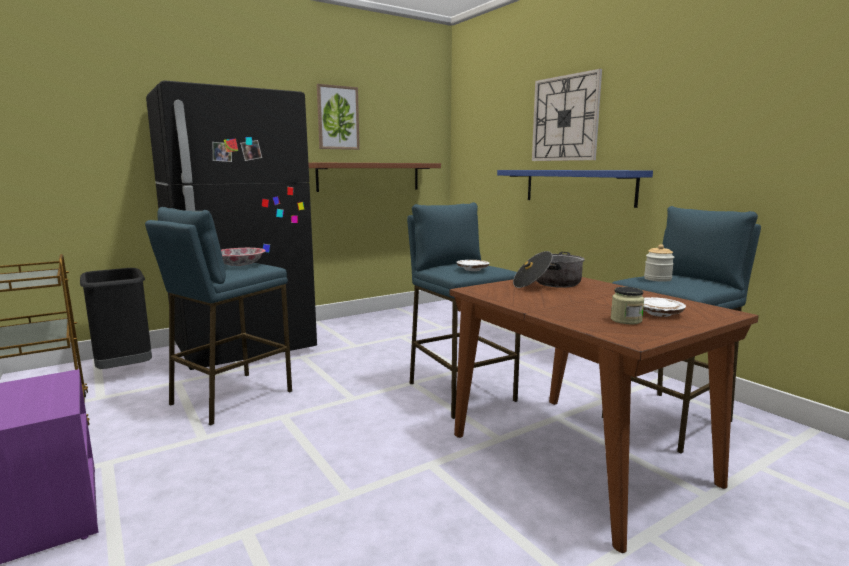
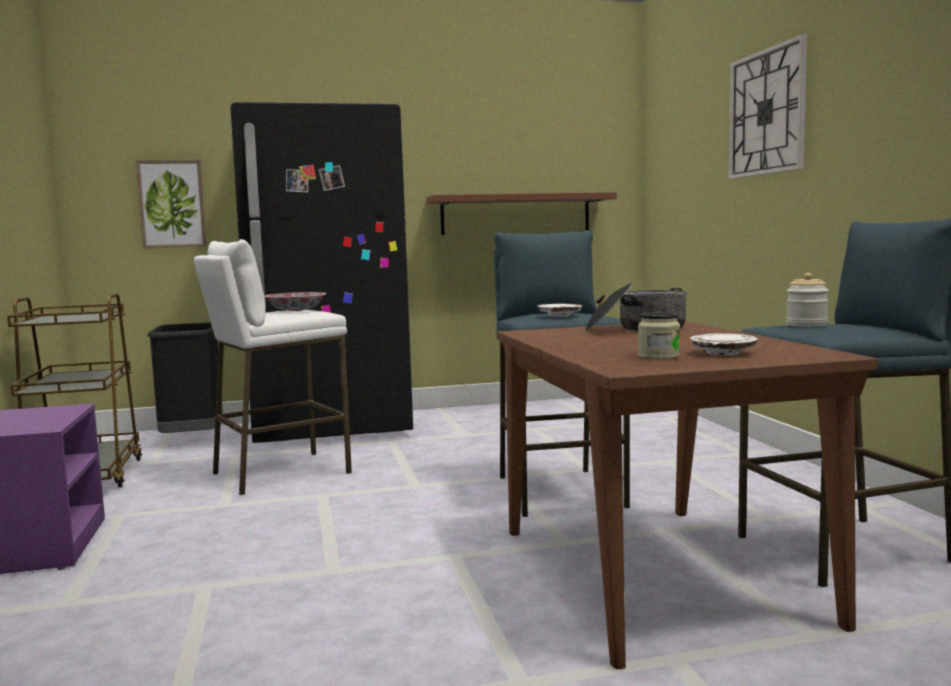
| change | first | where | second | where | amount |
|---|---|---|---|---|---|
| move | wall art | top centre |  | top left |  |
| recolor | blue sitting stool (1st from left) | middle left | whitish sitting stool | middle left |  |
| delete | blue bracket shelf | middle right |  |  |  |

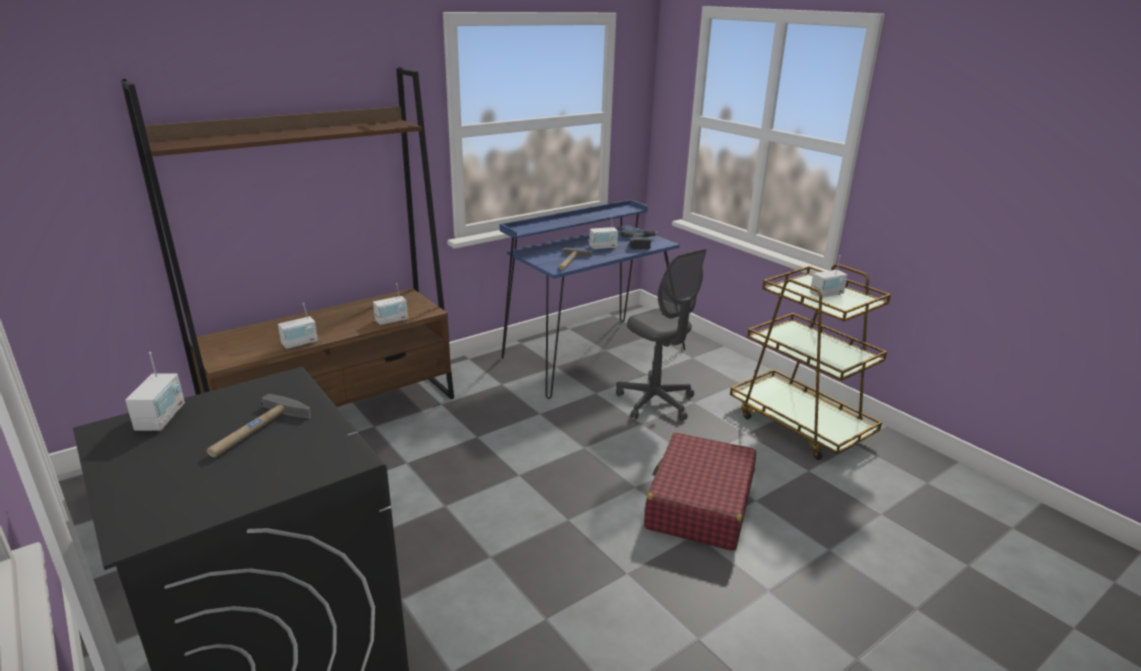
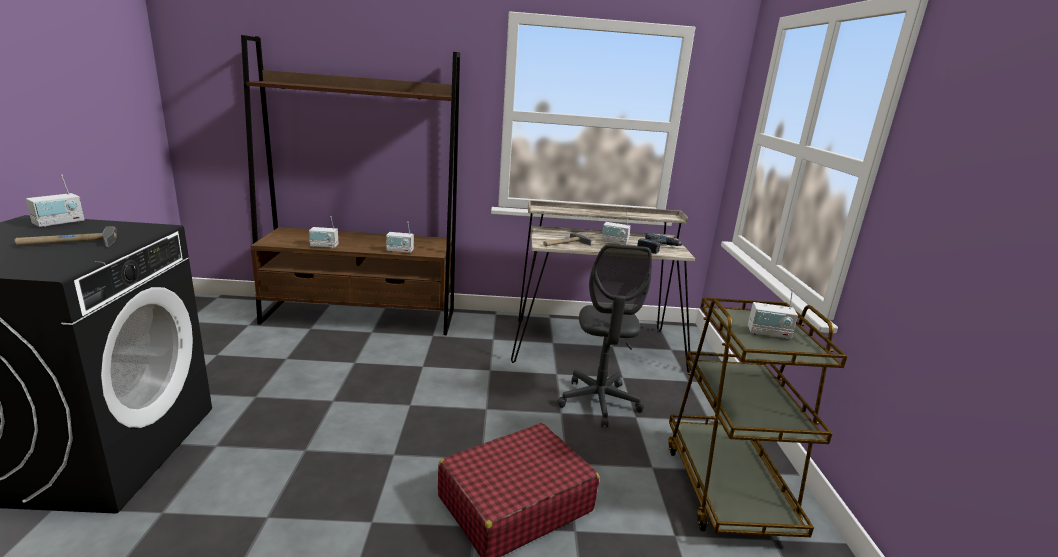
| change | first | where | second | where | amount |
|---|---|---|---|---|---|
| recolor | blue desk unit | centre | beige-coloured desk unit | centre |  |

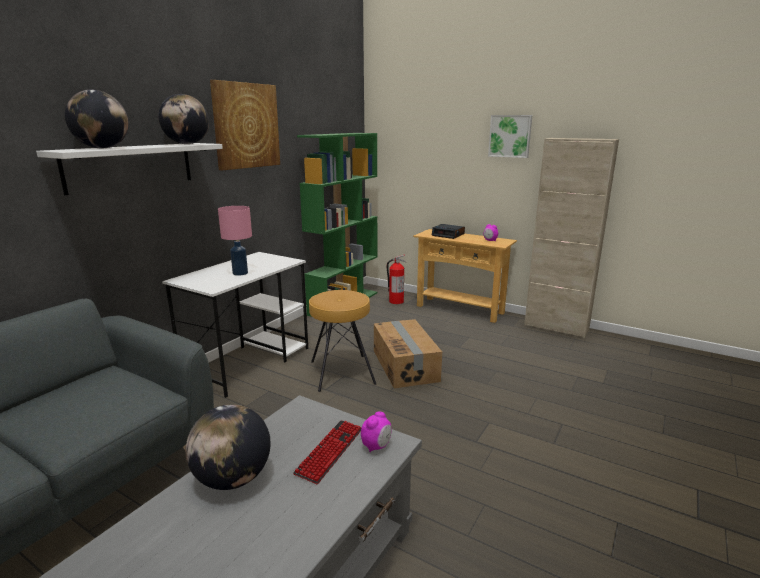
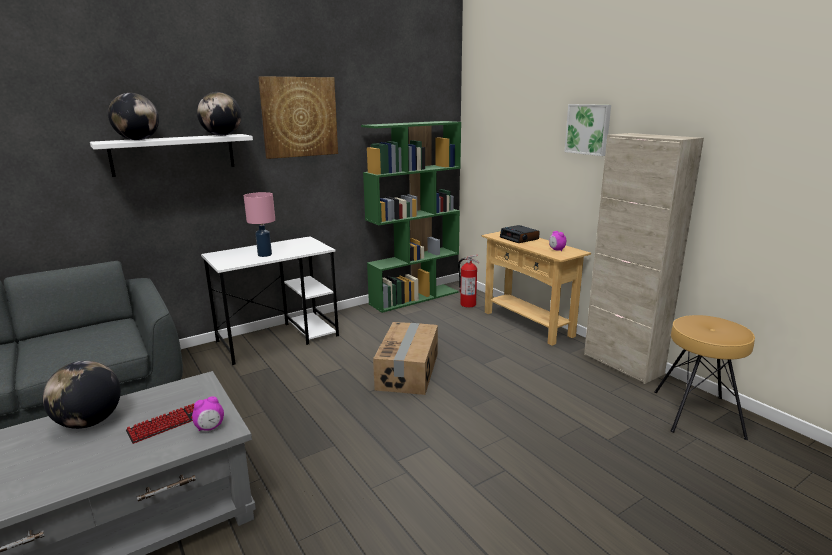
| change | first | where | second | where | amount |
|---|---|---|---|---|---|
| move | brown-coloured sitting stool | centre |  | bottom right |  |

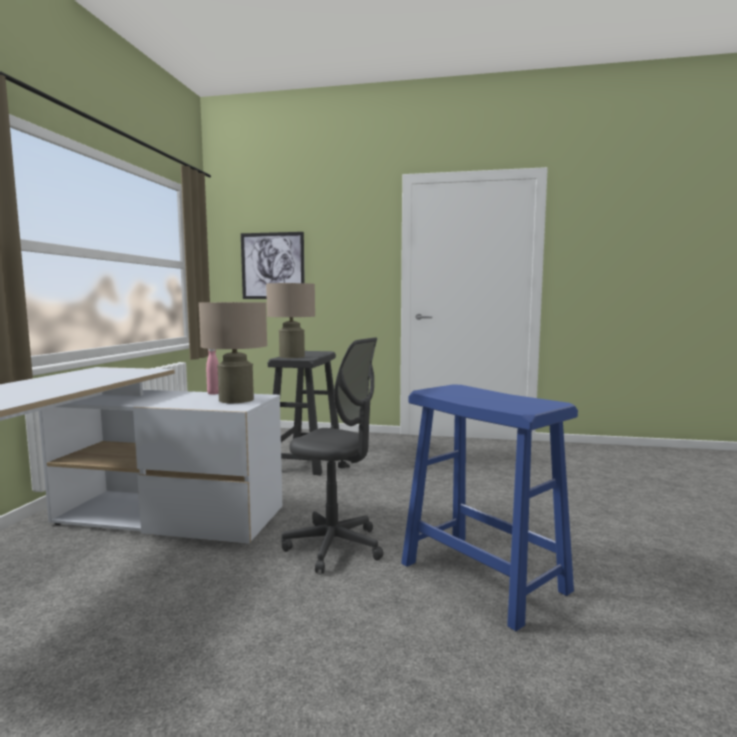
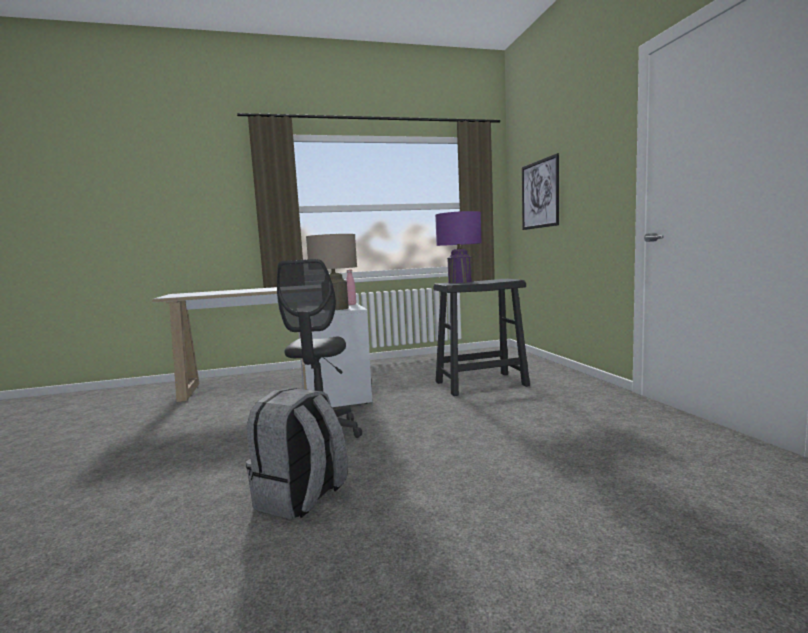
| change | first | where | second | where | amount |
|---|---|---|---|---|---|
| replace | blue sitting stool | bottom centre | greyish backpack | bottom centre |  |
| recolor | beige-coloured lamp for a table (2nd from left) | centre | purplish lamp for a table | centre |  |

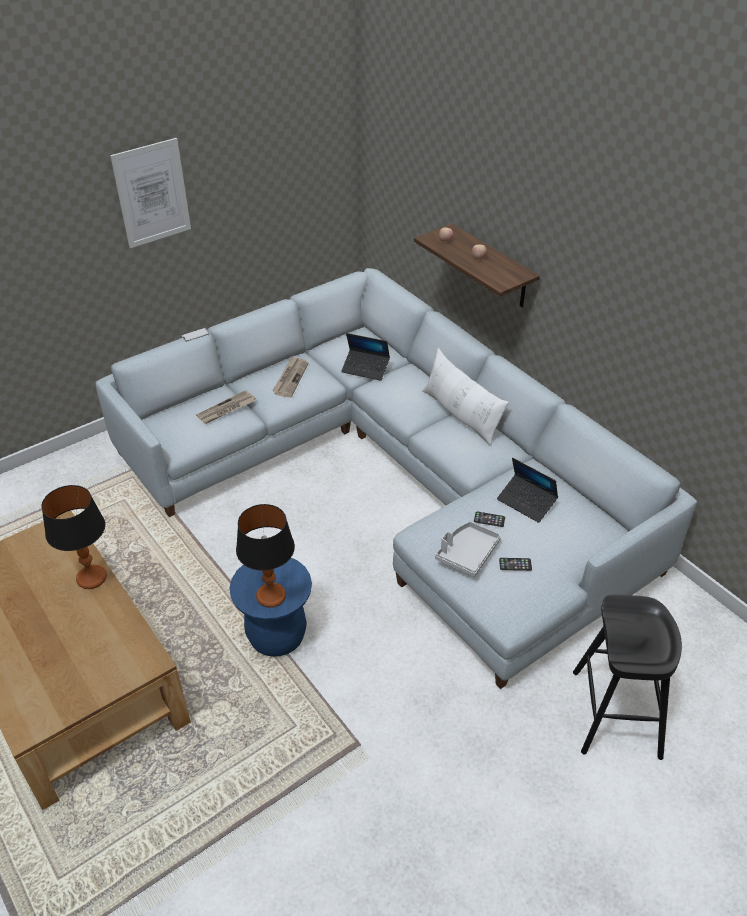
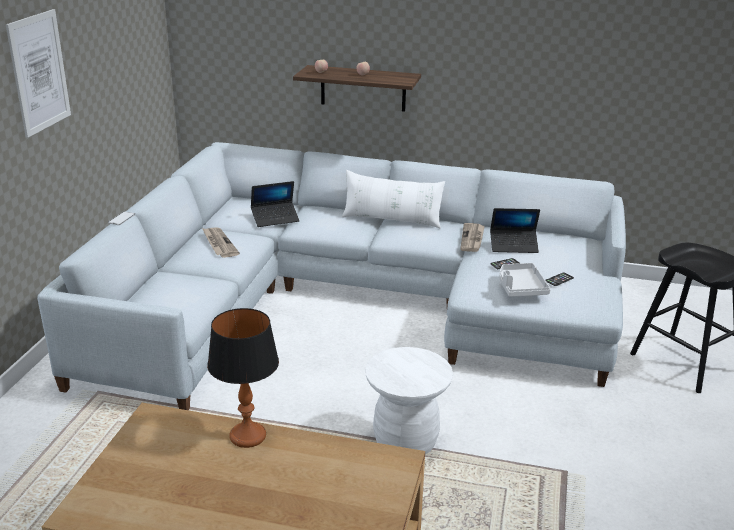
| change | first | where | second | where | amount |
|---|---|---|---|---|---|
| recolor | blue sitting stool | centre | whitish sitting stool | bottom centre |  |
| move | newspaper (1st from left in the first image) | middle left | newspaper (2nd from left) | centre |  |
| delete | lamp for a table (2nd from left) | centre |  |  |  |

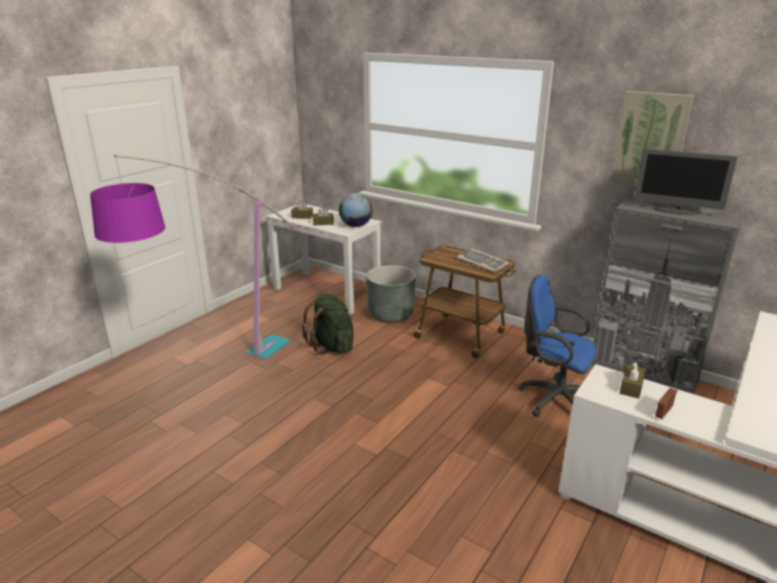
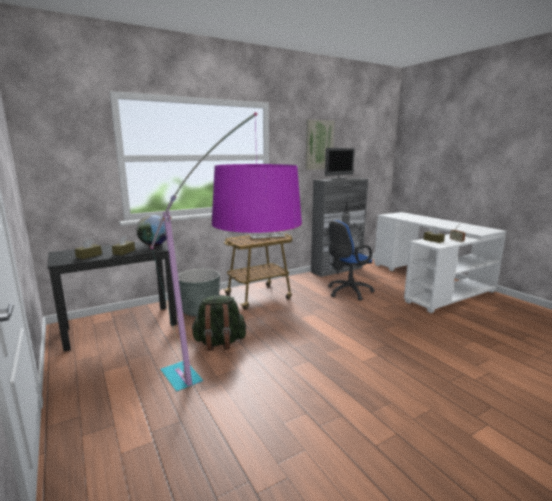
| change | first | where | second | where | amount |
|---|---|---|---|---|---|
| recolor | whitish desk unit (1st from left) | centre | black desk unit | middle left |  |

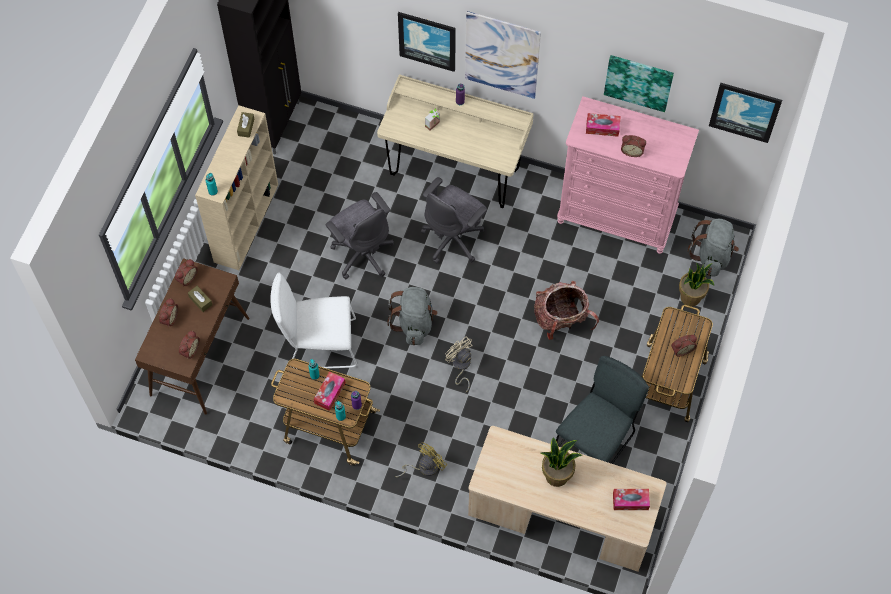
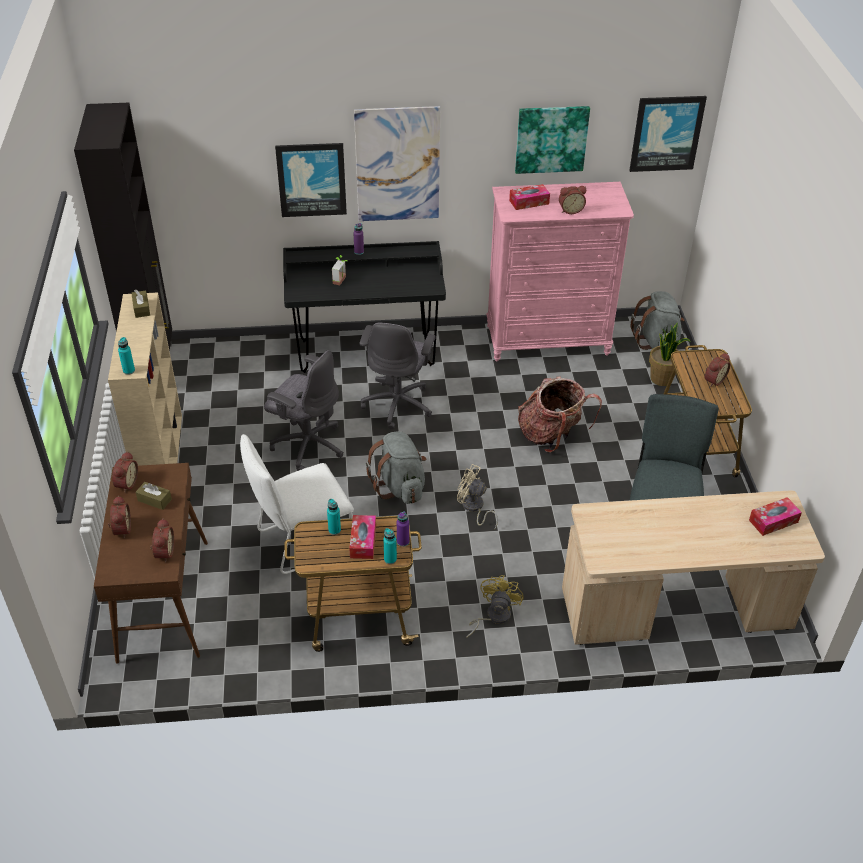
| change | first | where | second | where | amount |
|---|---|---|---|---|---|
| recolor | beige-coloured desk unit (1st from left) | top centre | black desk unit | centre |  |
| delete | houseplant (2nd from left) | bottom centre |  |  |  |

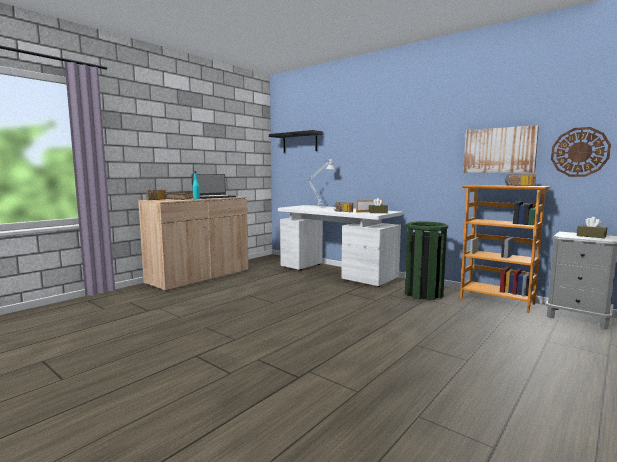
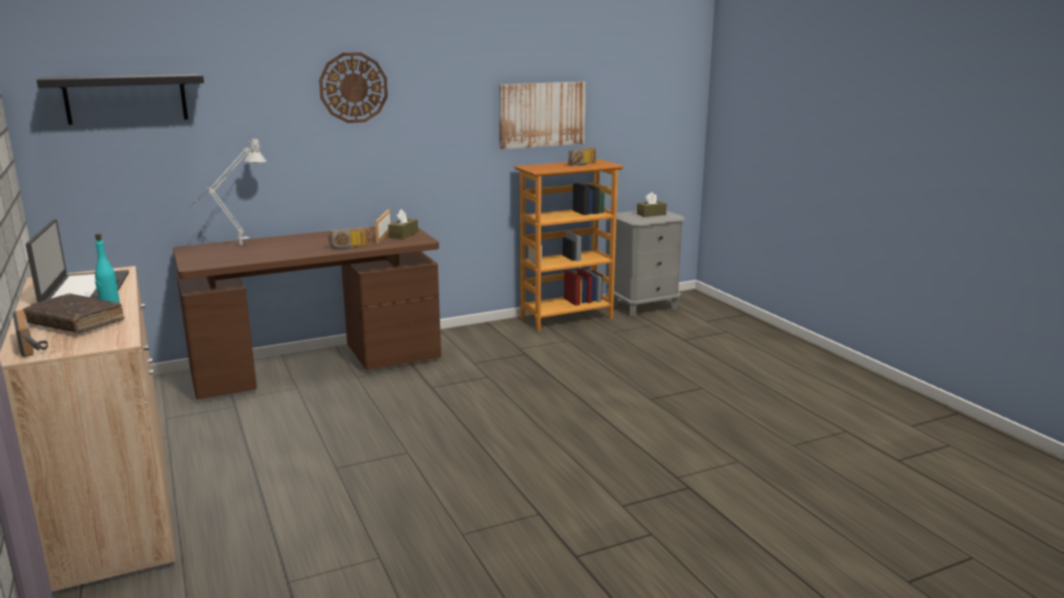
| change | first | where | second | where | amount |
|---|---|---|---|---|---|
| recolor | whitish desk unit | centre | brown-coloured desk unit | middle left |  |
| move | wall clock | top right |  | top left |  |
| delete | greenish rubbish bin | middle right |  |  |  |

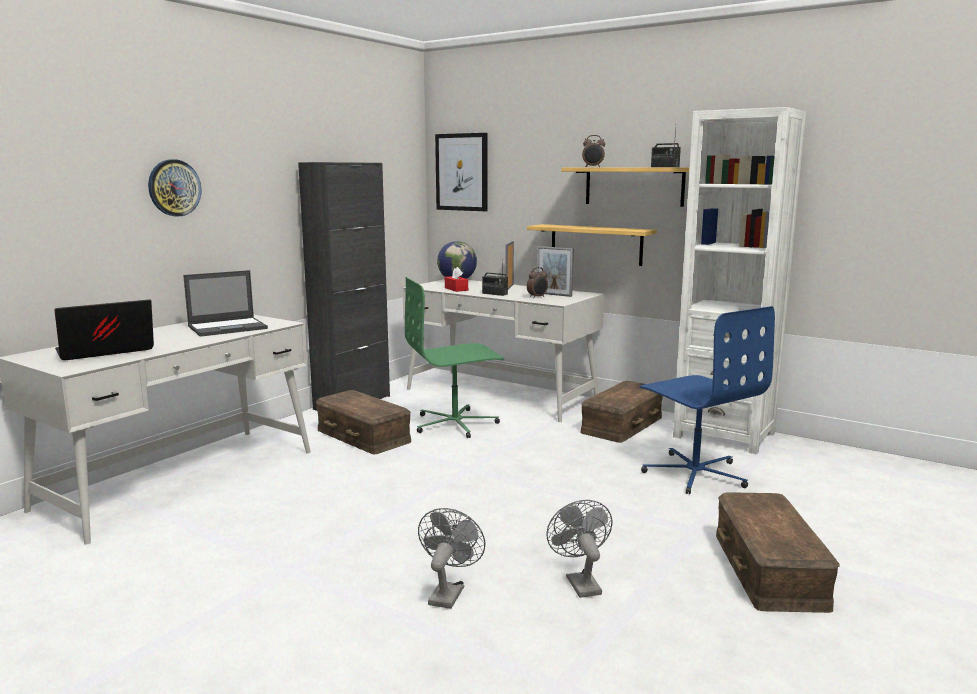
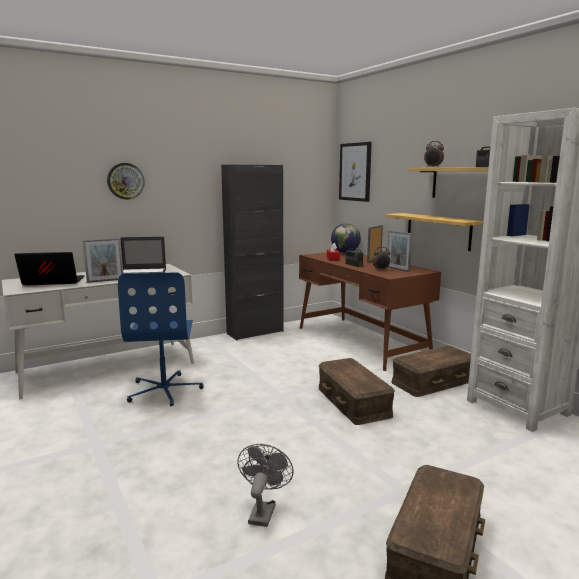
| change | first | where | second | where | amount |
|---|---|---|---|---|---|
| insert |  |  | picture frame (1st from left) | middle left |  |
| move | blue office chair | middle right |  | middle left |  |
| recolor | whitish desk unit (2nd from left) | centre | brown-coloured desk unit | centre |  |
| move | brown-coloured storage box (1st from left) | centre |  | bottom centre |  |
| delete | greenish office chair | centre |  |  |  |
| delete | greyish electric fan (1st from left) | bottom centre |  |  |  |

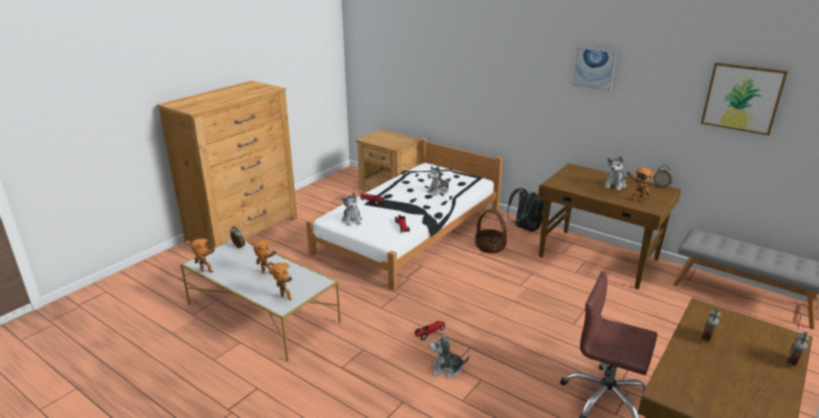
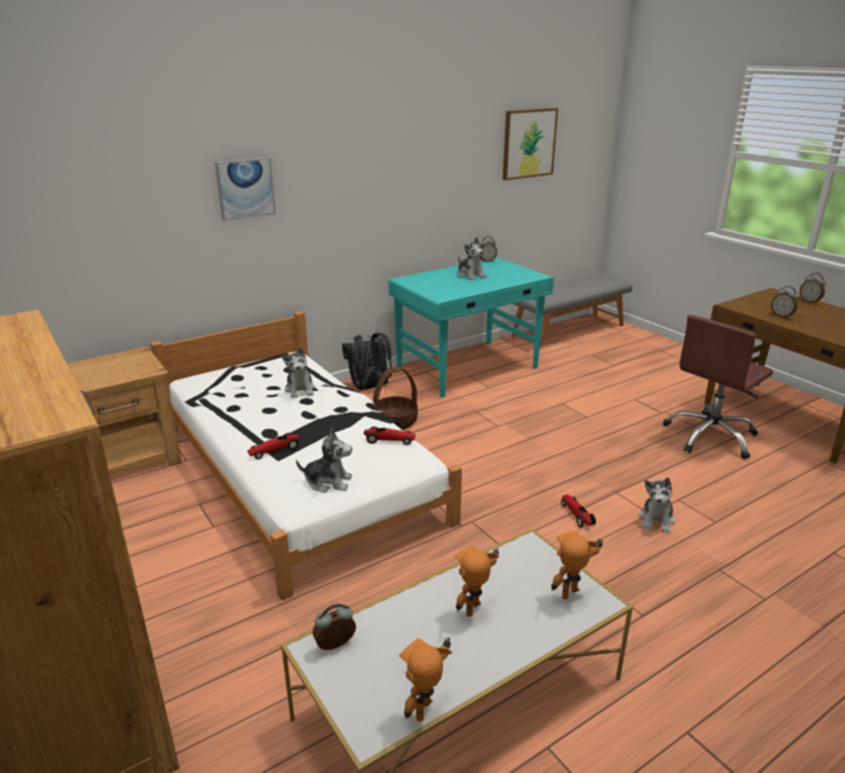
| change | first | where | second | where | amount |
|---|---|---|---|---|---|
| move | wall art (1st from left) | top right |  | top left |  |
| recolor | brown-coloured desk unit (1st from left) | middle right | turquoise desk unit | centre |  |
| delete | model robot (4th from left) | middle right |  |  |  |

